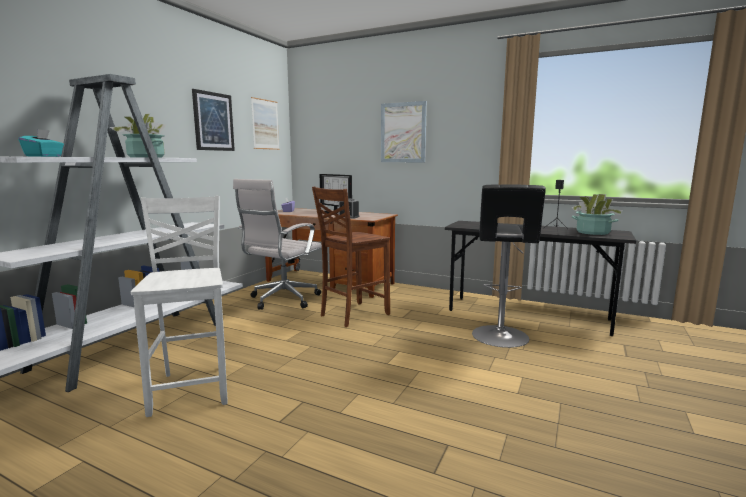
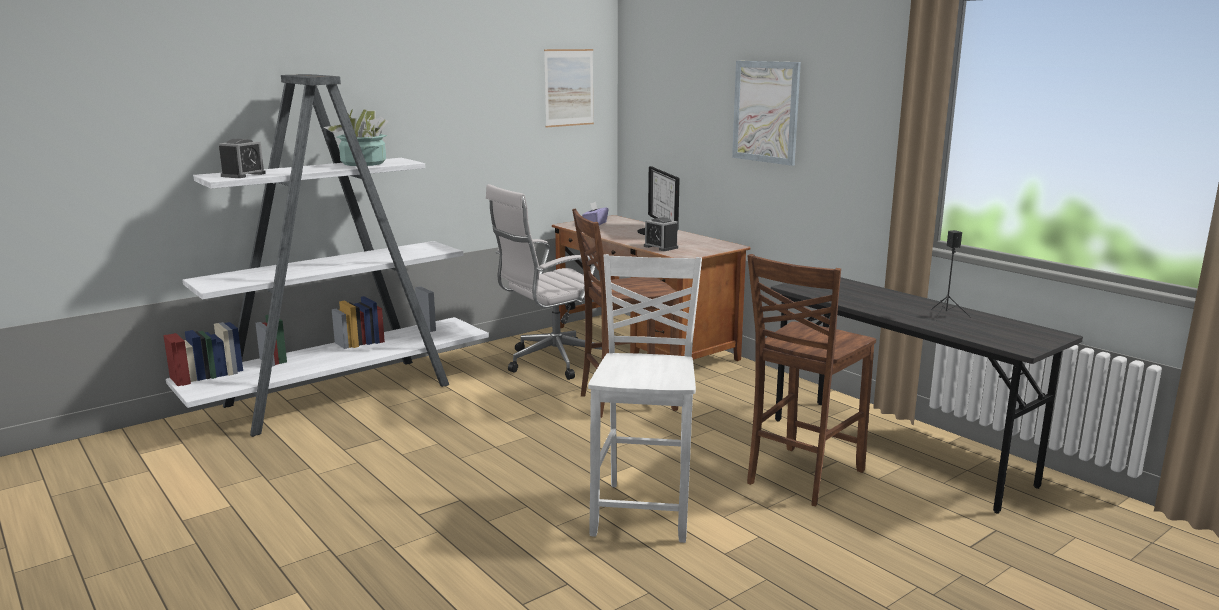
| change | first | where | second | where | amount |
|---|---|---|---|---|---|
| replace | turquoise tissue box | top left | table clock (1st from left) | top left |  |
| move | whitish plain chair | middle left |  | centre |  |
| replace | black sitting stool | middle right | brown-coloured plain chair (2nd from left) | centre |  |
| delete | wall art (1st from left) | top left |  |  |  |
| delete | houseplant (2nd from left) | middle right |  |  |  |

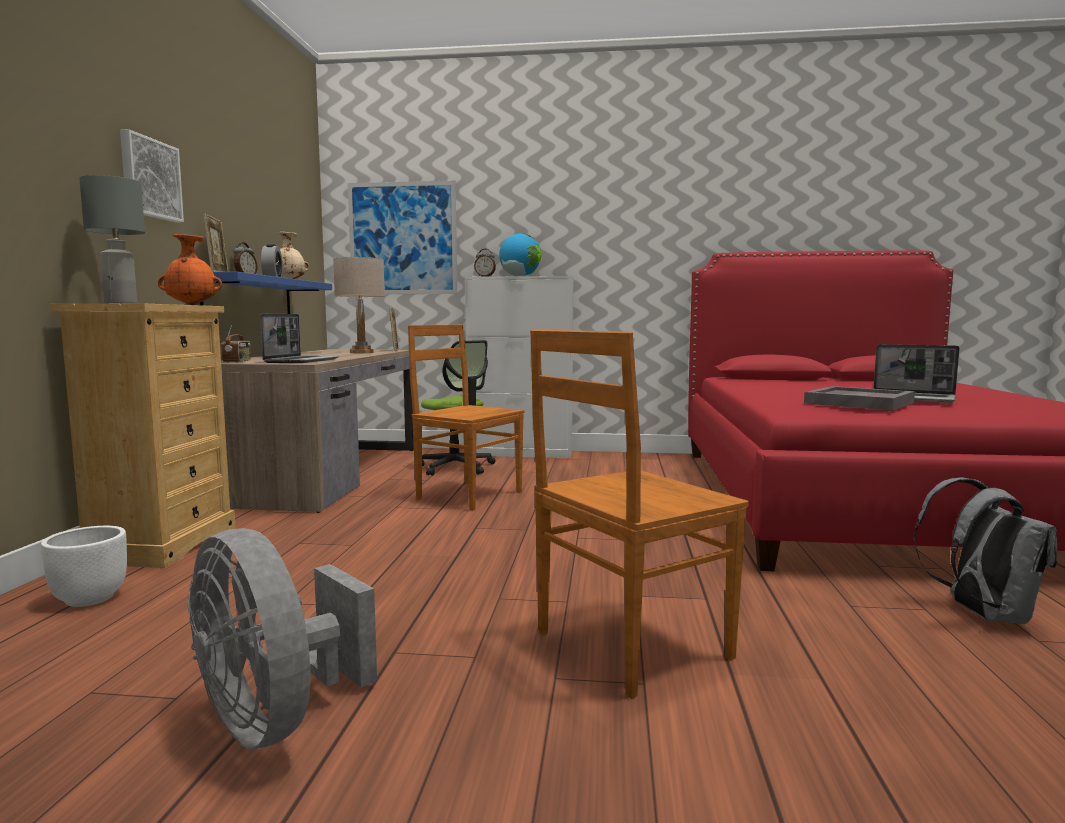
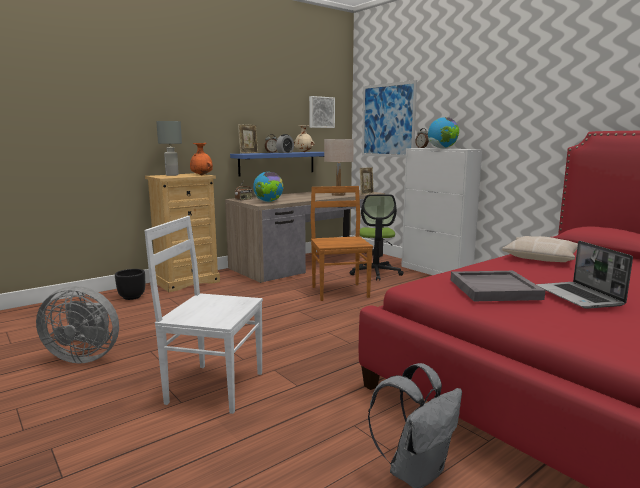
| change | first | where | second | where | amount |
|---|---|---|---|---|---|
| rotate | greyish electric fan | bottom left |  | middle left | 90 degrees counterclockwise |
| recolor | whitish planter | bottom left | black planter | middle left |  |
| recolor | brown-coloured plain chair (2nd from left) | centre | whitish plain chair | middle left |  |
| replace | portable computer (1st from left) | middle left | world globe (1st from left) | centre |  |
| move | wall art (1st from left) | top left |  | top centre |  |
| insert |  |  | beige-coloured pillow | middle right |  |

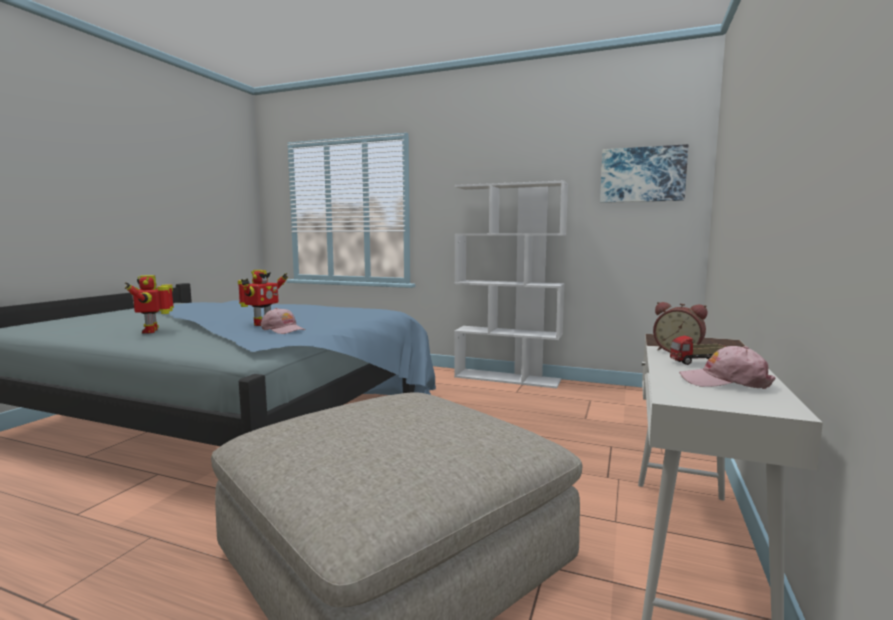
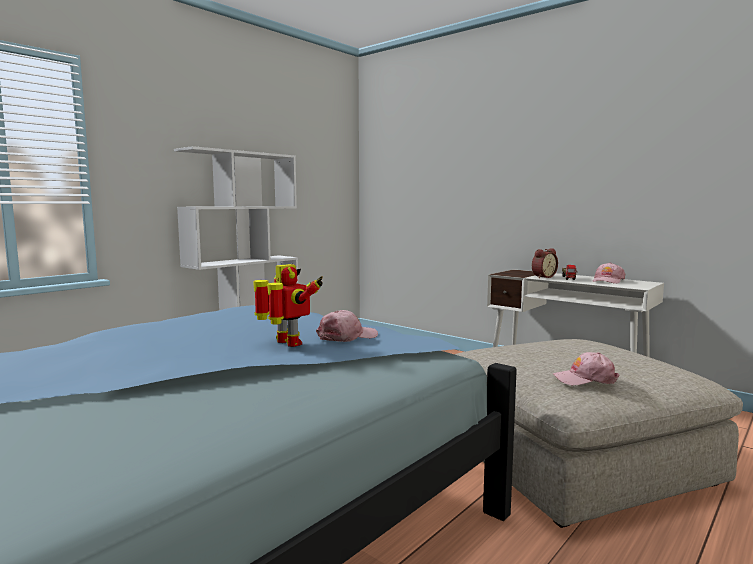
| change | first | where | second | where | amount |
|---|---|---|---|---|---|
| insert |  |  | pink-coloured peaked cap (2nd from left) | middle right |  |
| delete | model robot (1st from left) | middle left |  |  |  |
| delete | wall art | top right |  |  |  |

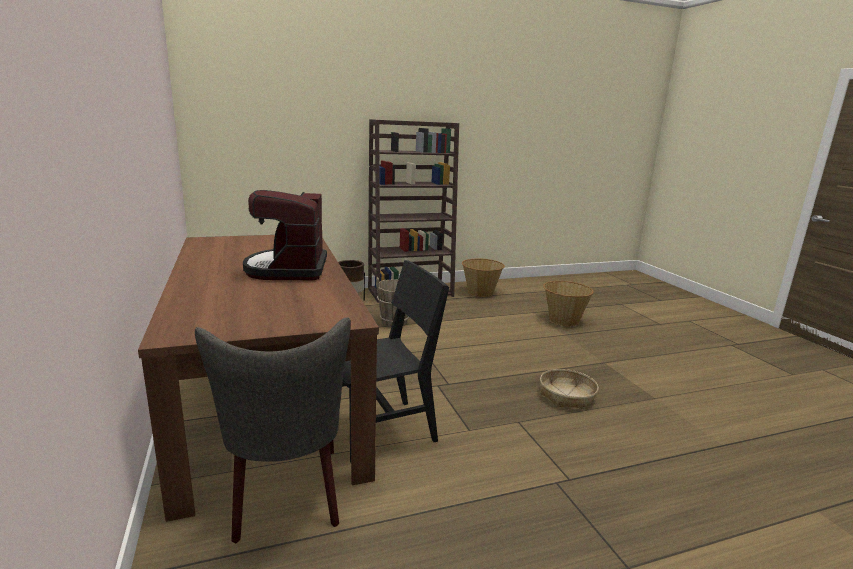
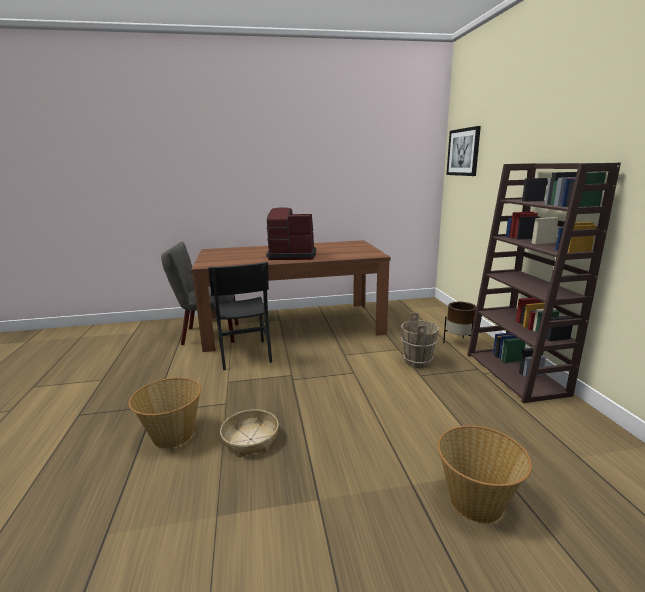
| change | first | where | second | where | amount |
|---|---|---|---|---|---|
| move | basket (1st from left) | centre |  | bottom left |  |
| insert |  |  | wall art | top right |  |

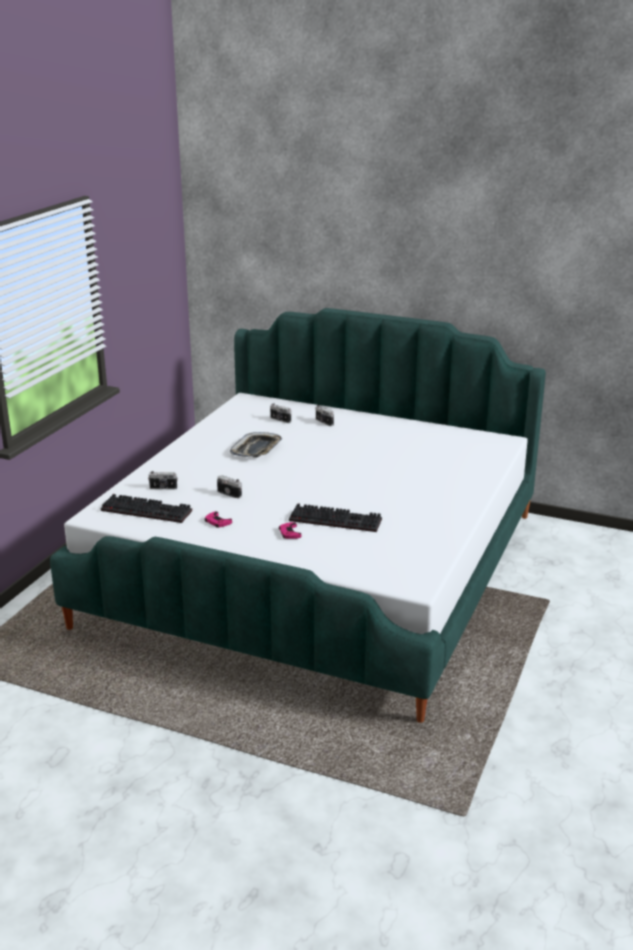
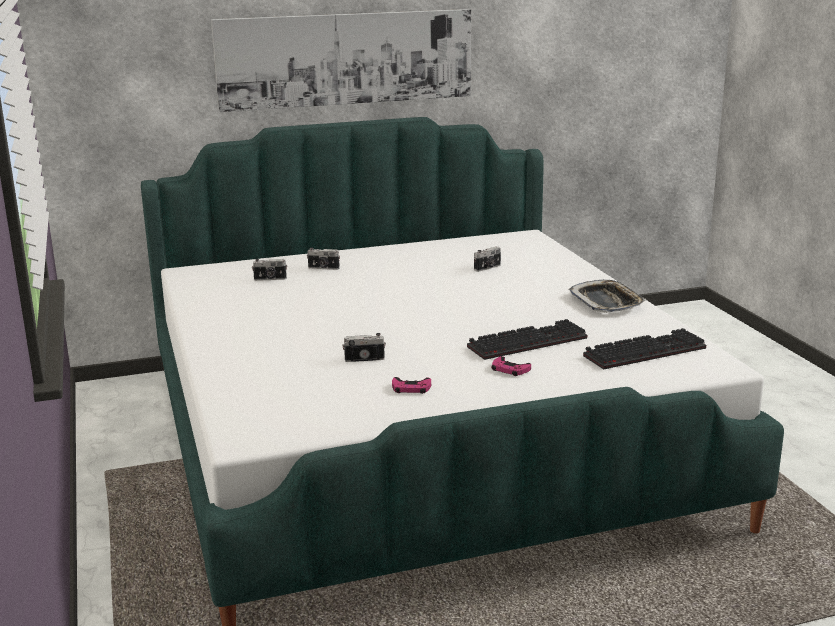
| change | first | where | second | where | amount |
|---|---|---|---|---|---|
| insert |  |  | wall art | top centre |  |
| move | photo camera (1st from left in the first image) | middle left | photo camera (4th from left) | centre |  |
| move | carrying tray | centre |  | middle right |  |
| move | keyboard (1st from left in the first image) | middle left | keyboard (2nd from left) | middle right |  |

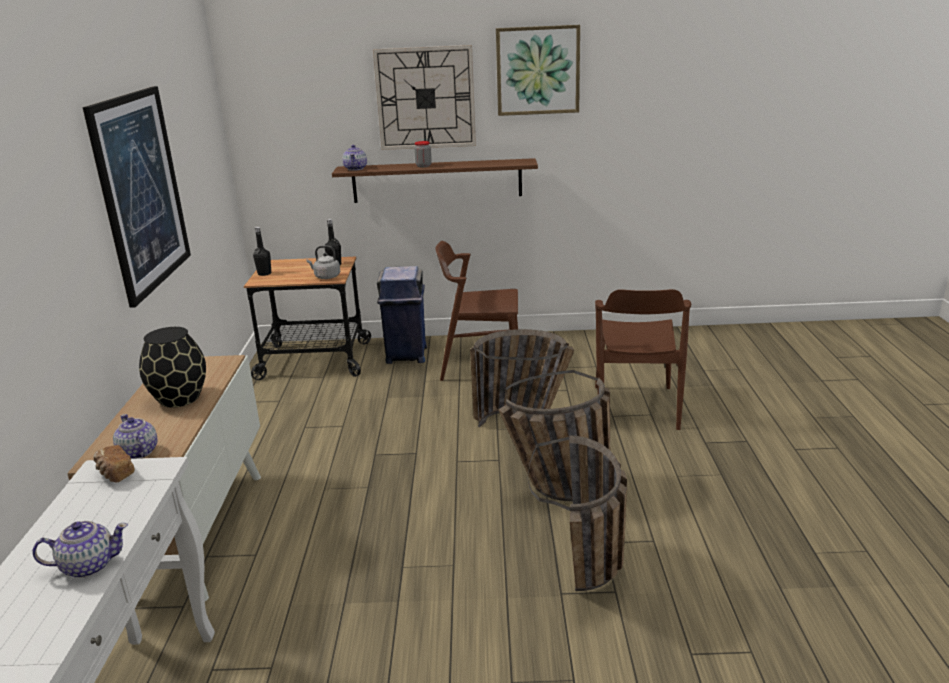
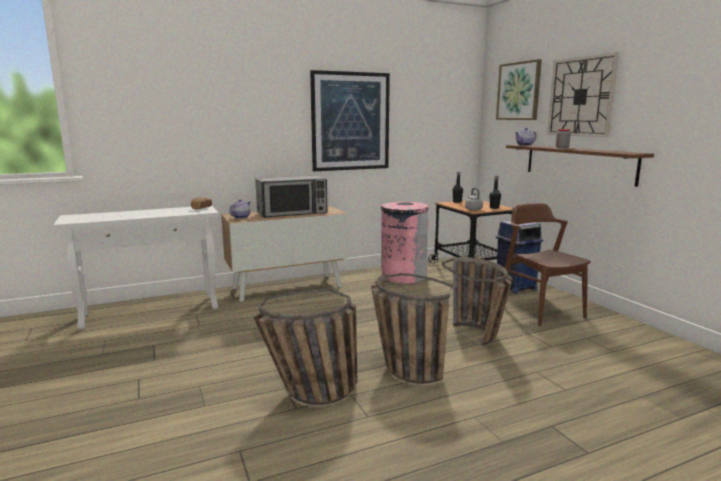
| change | first | where | second | where | amount |
|---|---|---|---|---|---|
| replace | black decorative vase | middle left | kitchen microwave | centre |  |
| insert |  |  | pink-coloured rubbish bin | centre |  |
| move | wall art (2nd from left) | top centre |  | top right |  |
| delete | pot for tea (1st from left) | bottom left |  |  |  |
| delete | brown-coloured plain chair (2nd from left) | middle right |  |  |  |

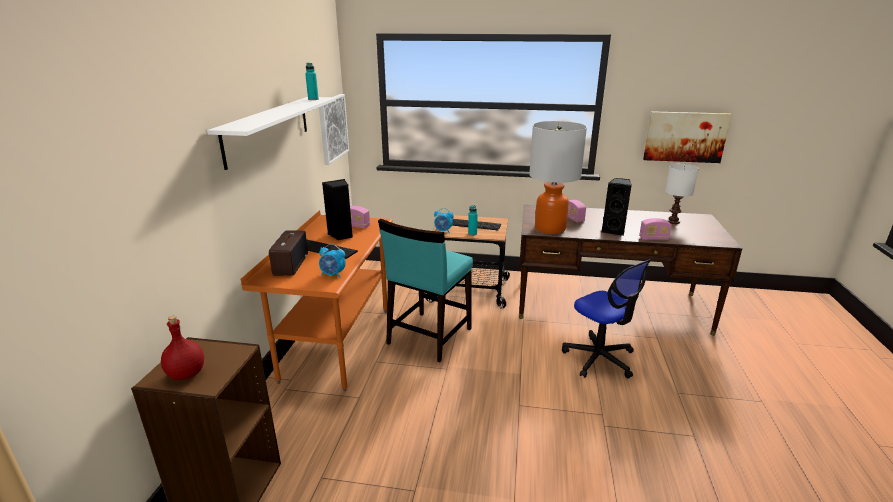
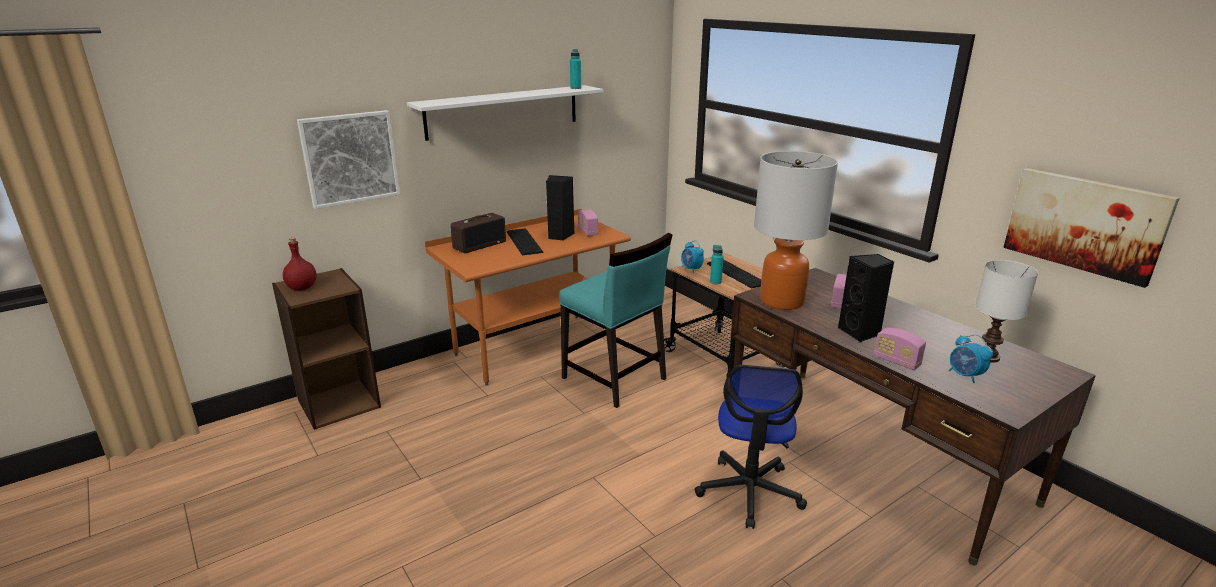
| change | first | where | second | where | amount |
|---|---|---|---|---|---|
| move | wall art (1st from left) | top centre |  | top left |  |
| rotate | turquoise plain chair | centre |  | centre | 120 degrees counterclockwise |
| move | table clock (1st from left in the first image) | centre | table clock (2nd from left) | middle right |  |

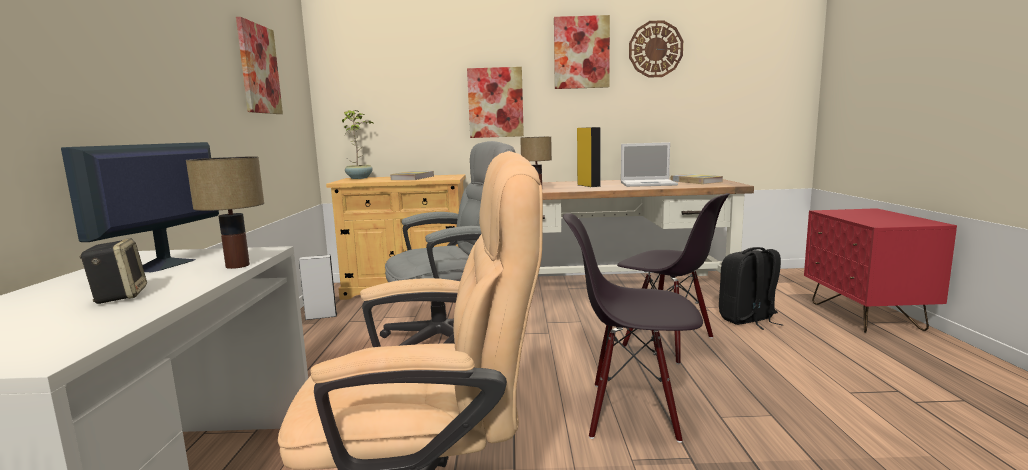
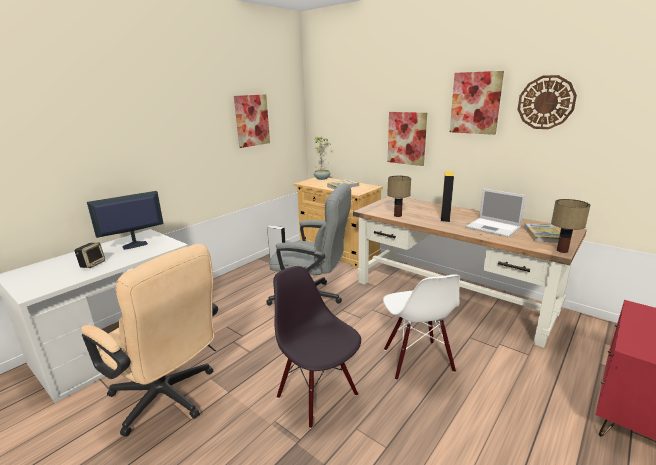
| change | first | where | second | where | amount |
|---|---|---|---|---|---|
| recolor | black plain chair (2nd from left) | centre | whitish plain chair | bottom centre |  |
| move | lamp for a table (1st from left in the first image) | middle left | lamp for a table (2nd from left) | middle right |  |
| delete | black backpack | middle right |  |  |  |

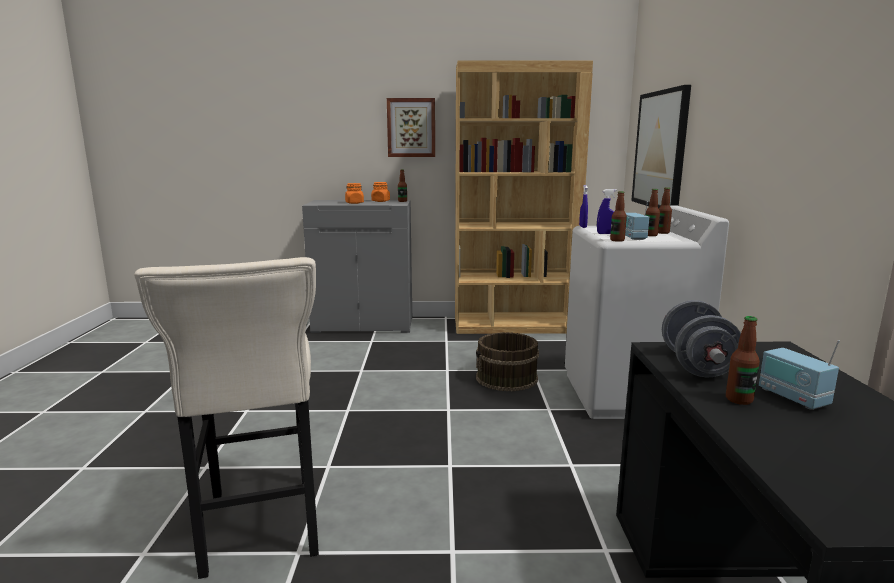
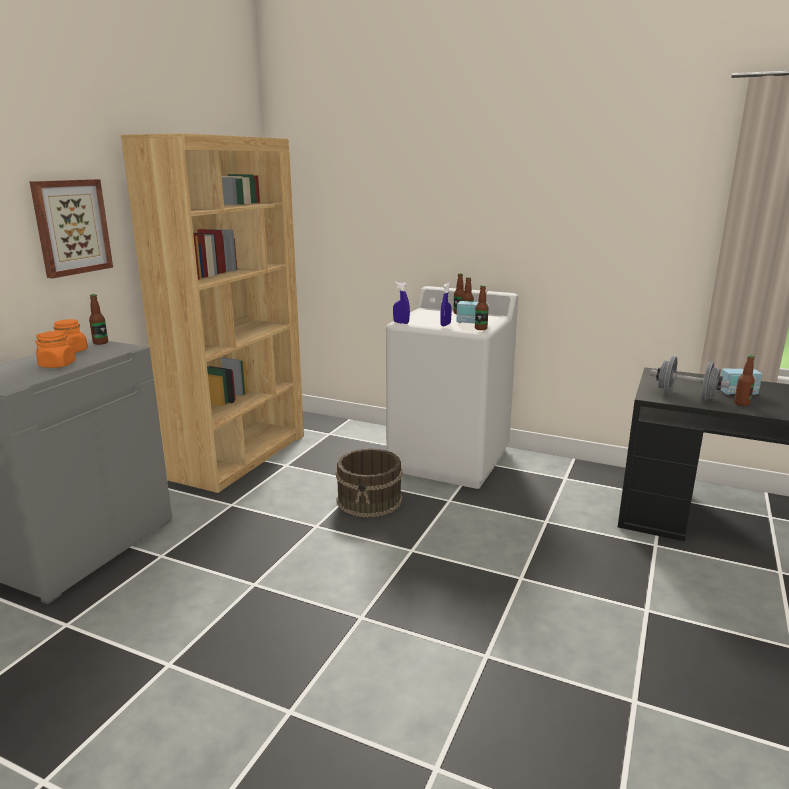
| change | first | where | second | where | amount |
|---|---|---|---|---|---|
| delete | beige-coloured sitting stool | bottom left |  |  |  |
| delete | wall art (2nd from left) | top right |  |  |  |

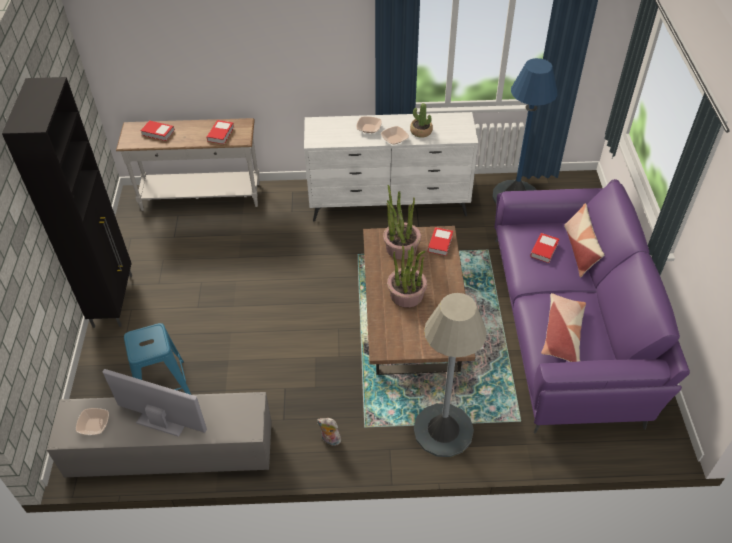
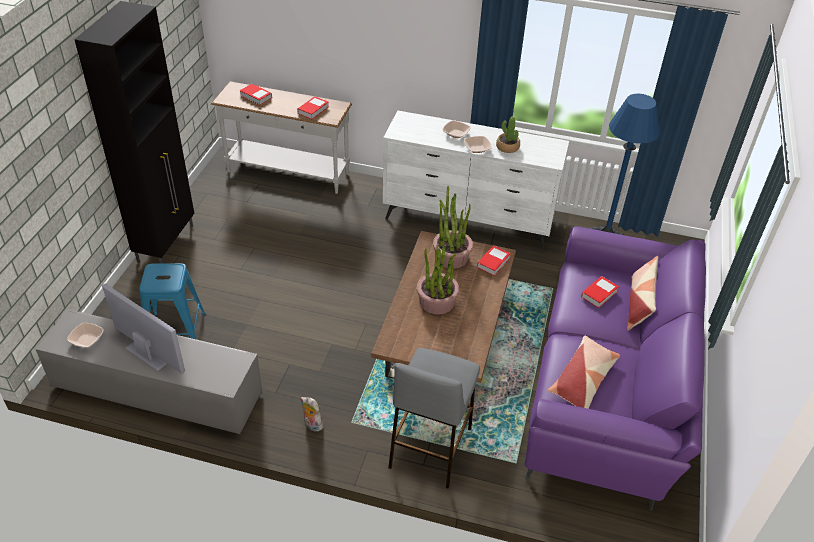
| change | first | where | second | where | amount |
|---|---|---|---|---|---|
| replace | greyish floor lamp | bottom centre | greyish sitting stool | bottom centre |  |

